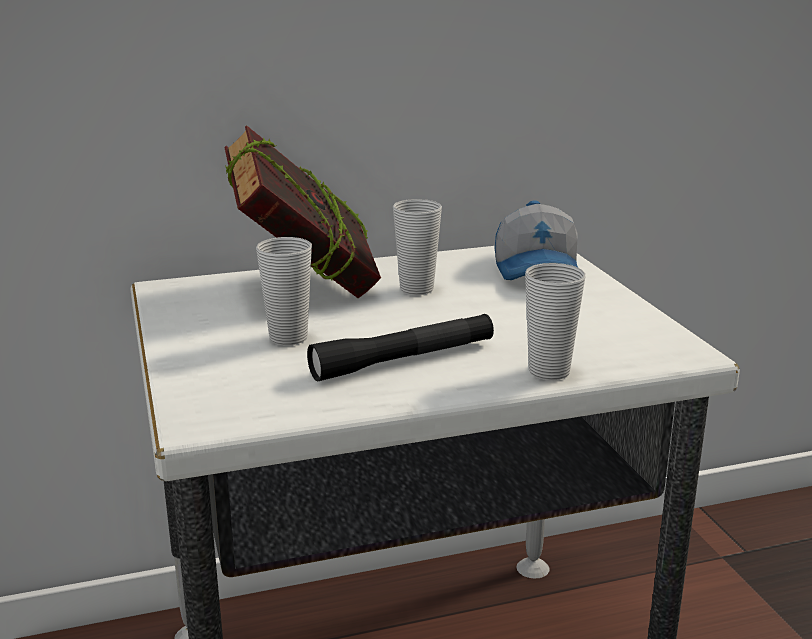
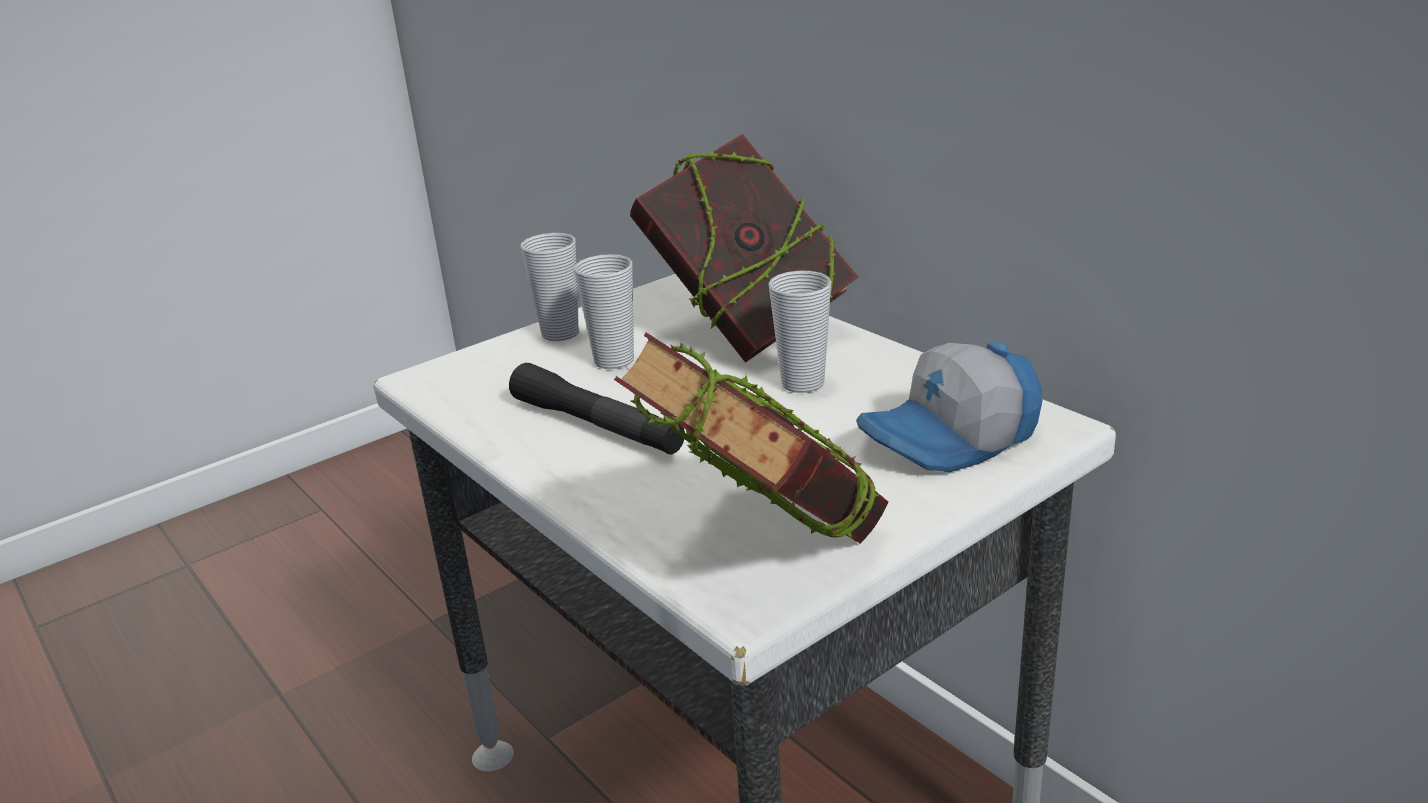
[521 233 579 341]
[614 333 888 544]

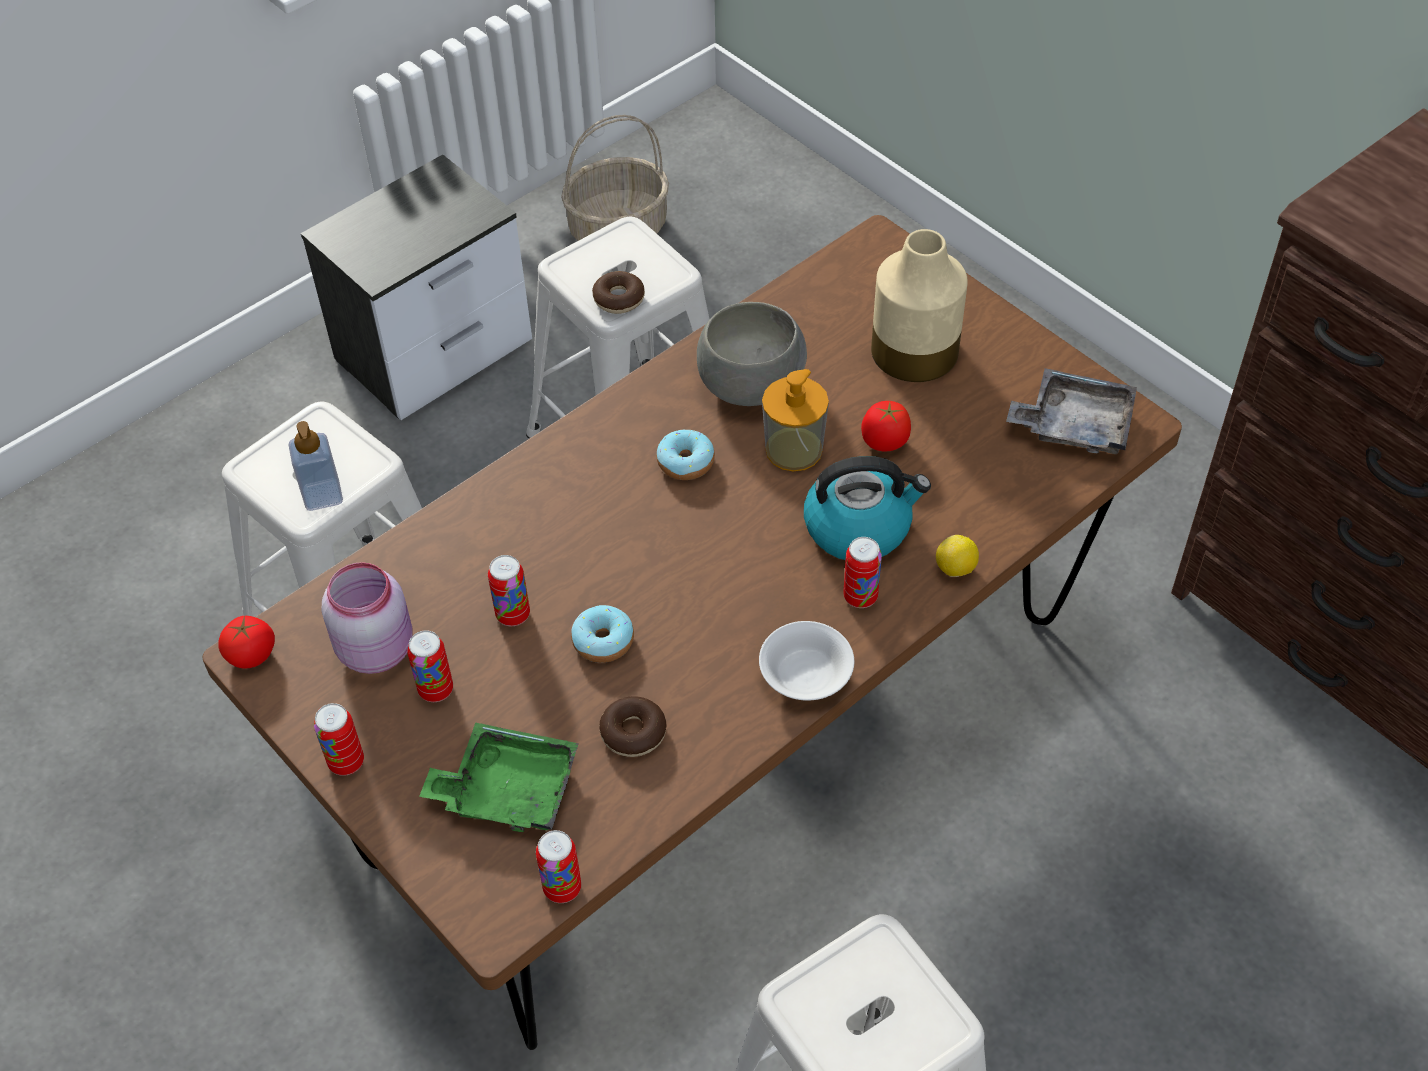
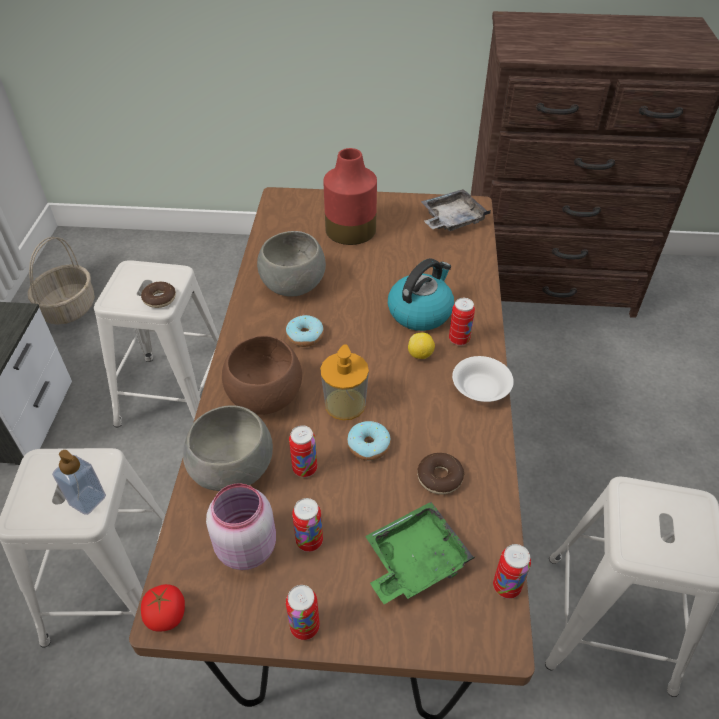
[320 345 369 420]
[861 401 911 452] (first image)
[323 148 377 245]
[408 332 435 359]
[183 405 273 491]
[222 335 302 414]

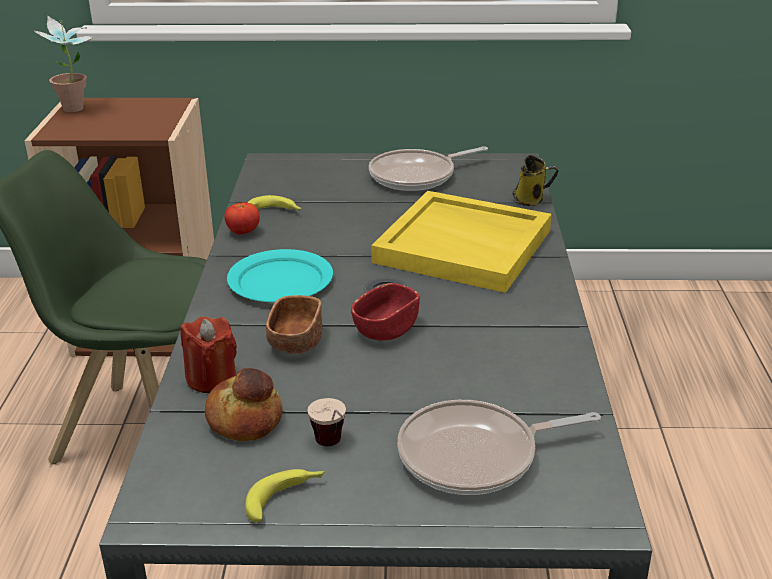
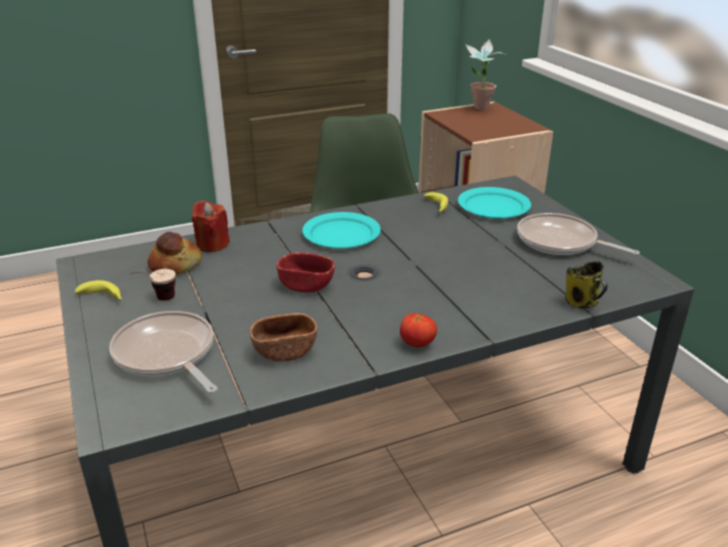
[400 314 437 347]
[250 313 317 362]
[371 191 552 293] (first image)
[458 187 531 219]

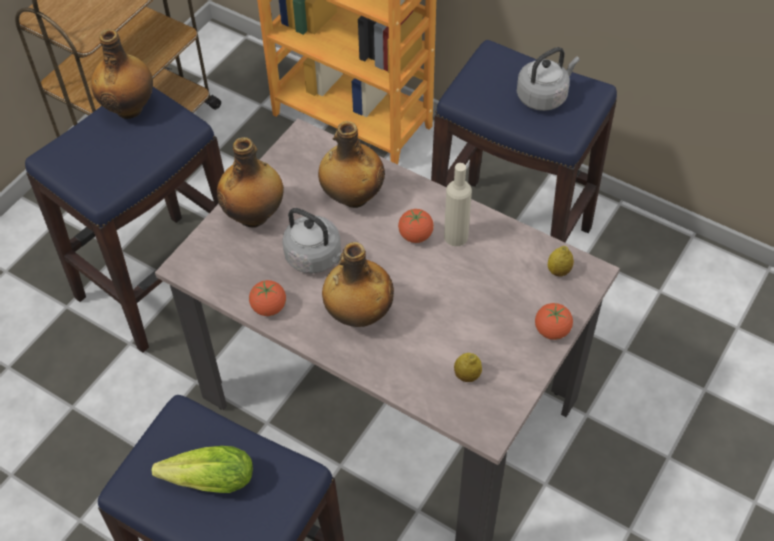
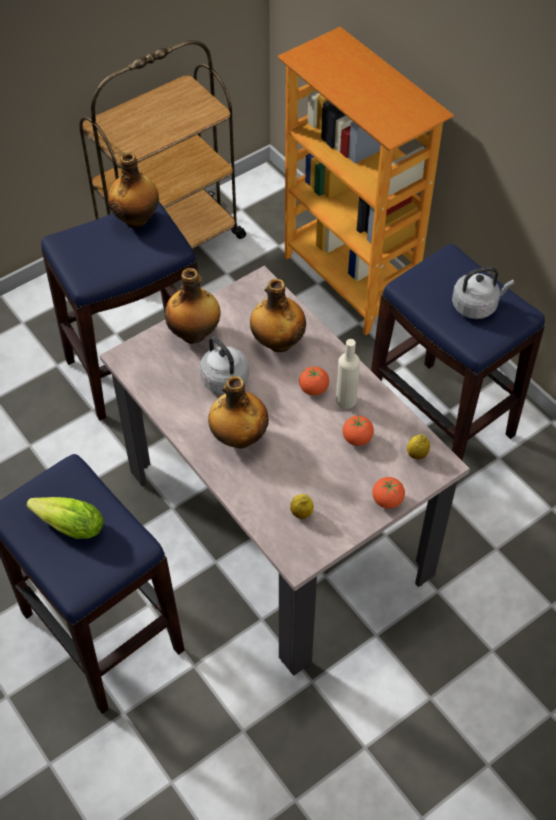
[343 416 374 446]

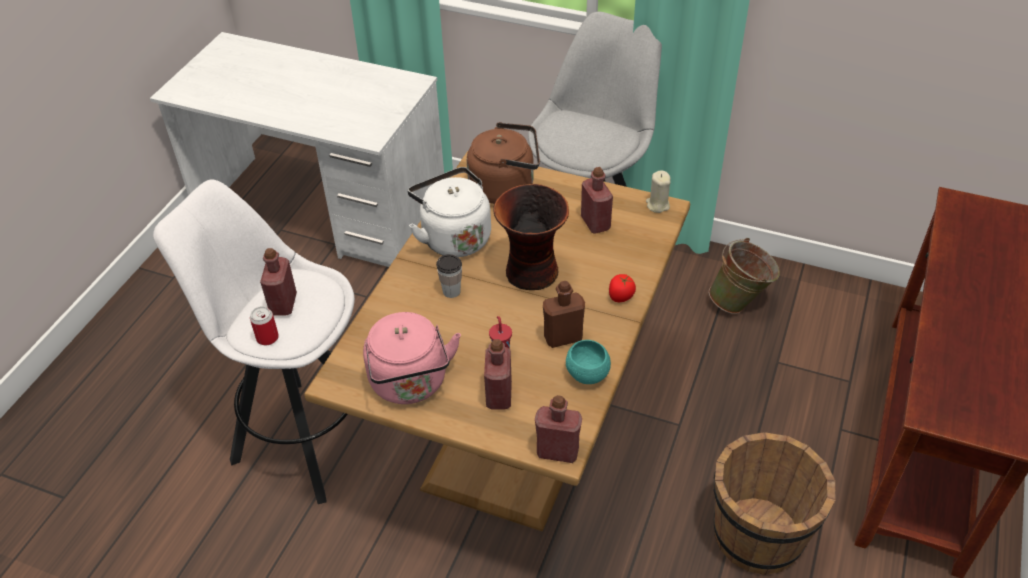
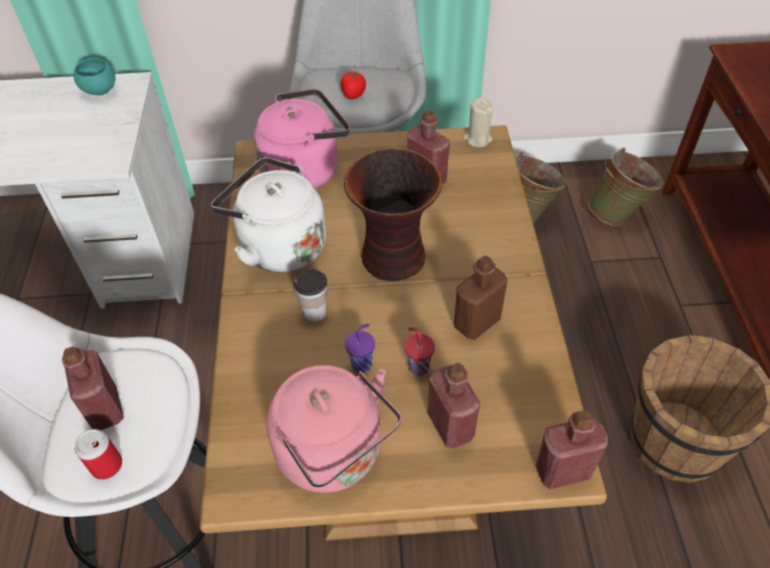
[254 89 350 189]
[73 58 115 95]
[340 72 366 99]
[345 324 375 373]
[589 148 663 226]

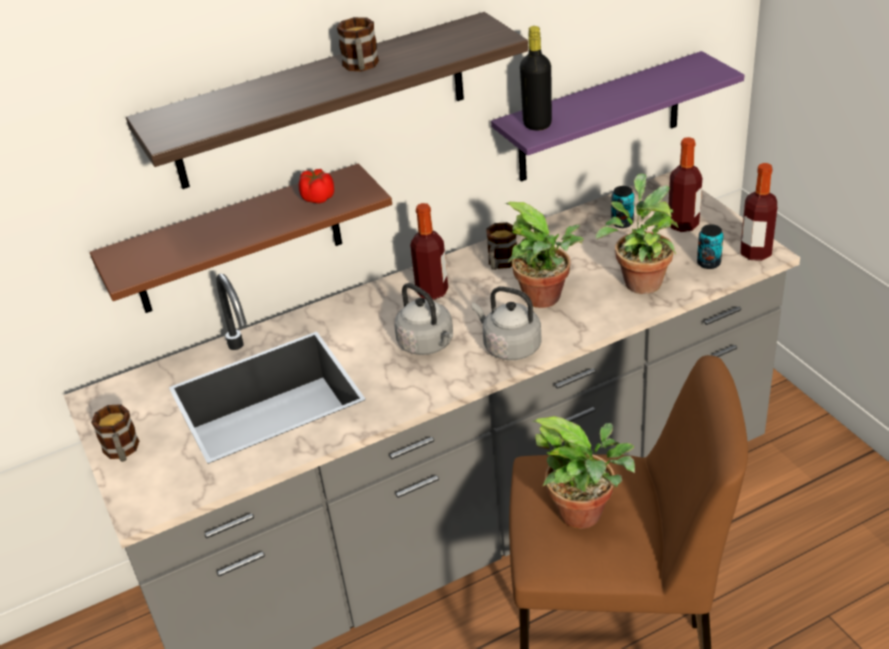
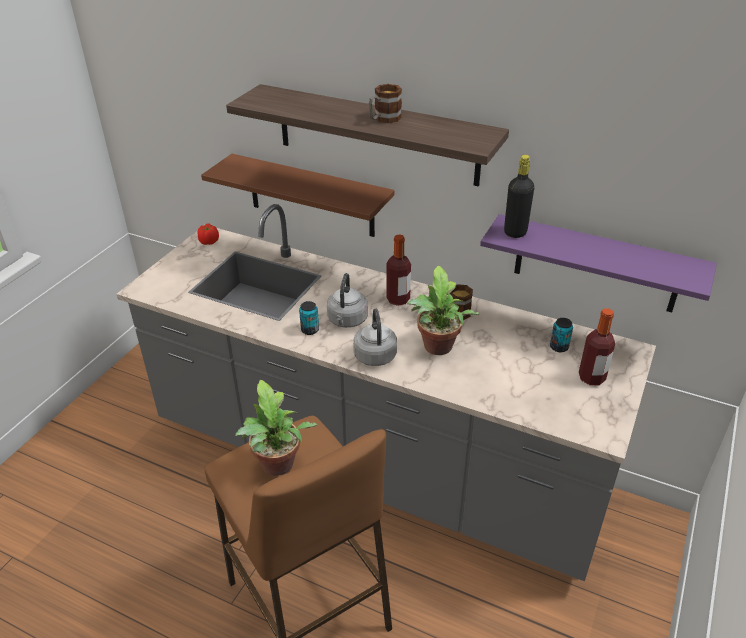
[91 404 139 462] (first image)
[197 224 219 245]
[595 173 679 294] (first image)
[299 301 319 335]
[740 163 777 261] (first image)

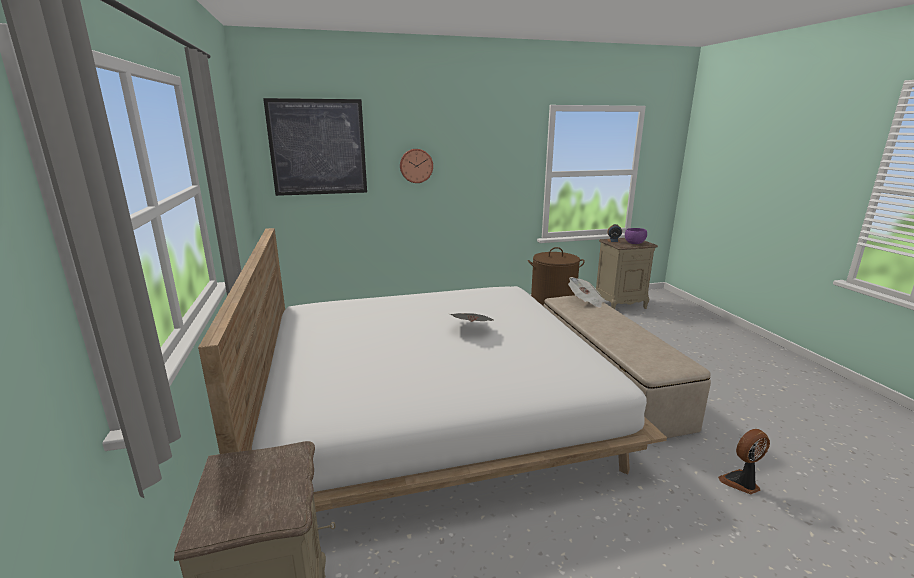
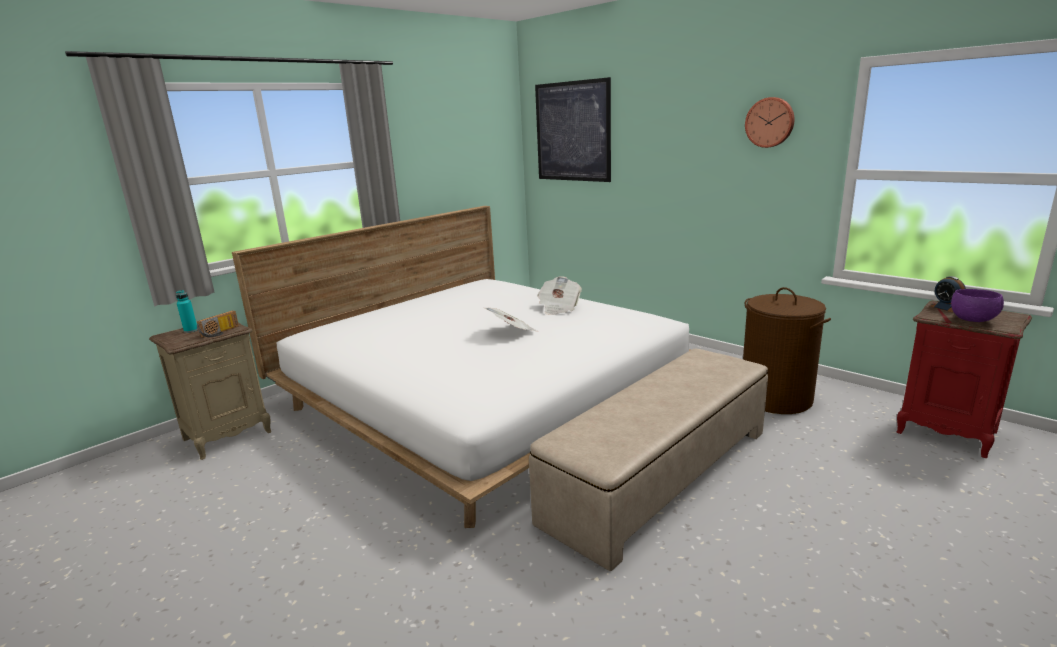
[745 97 794 148]
[537 276 582 315]
[897 300 1032 458]
[718 429 770 494] (first image)
[176 290 198 333]
[197 310 239 338]

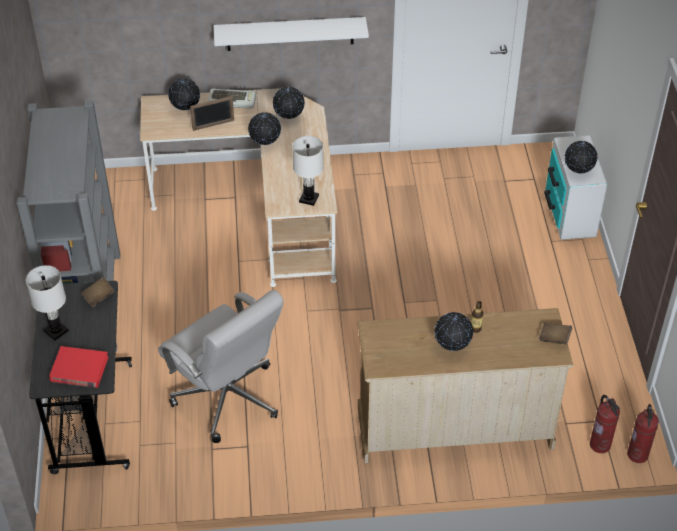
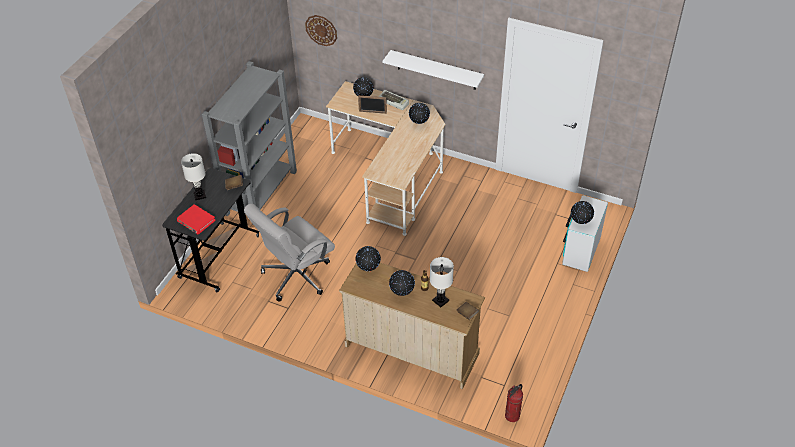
[244 203 335 302]
[356 246 381 271]
[430 257 454 307]
[590 395 620 453] (first image)
[305 15 337 46]

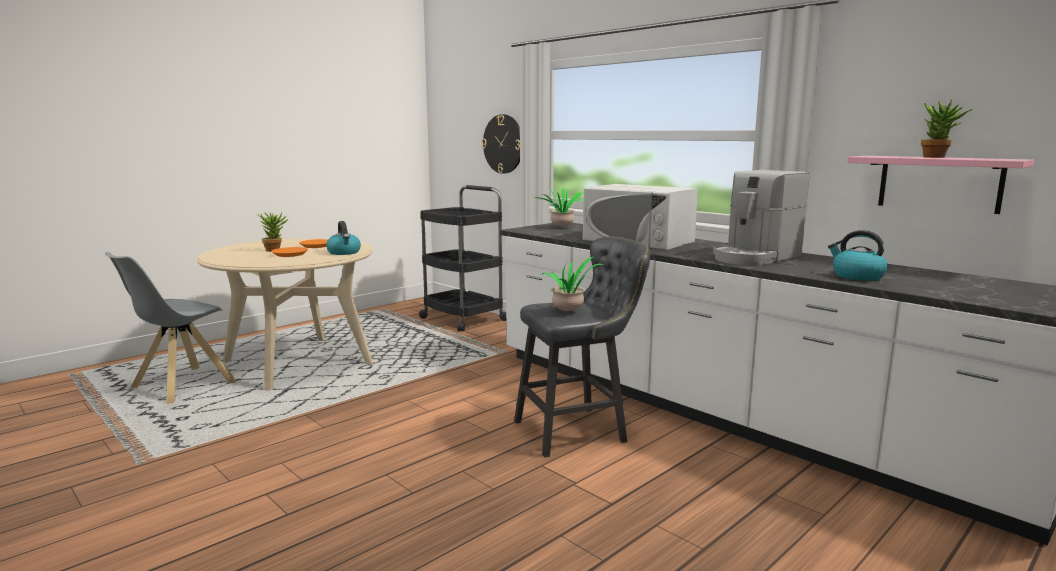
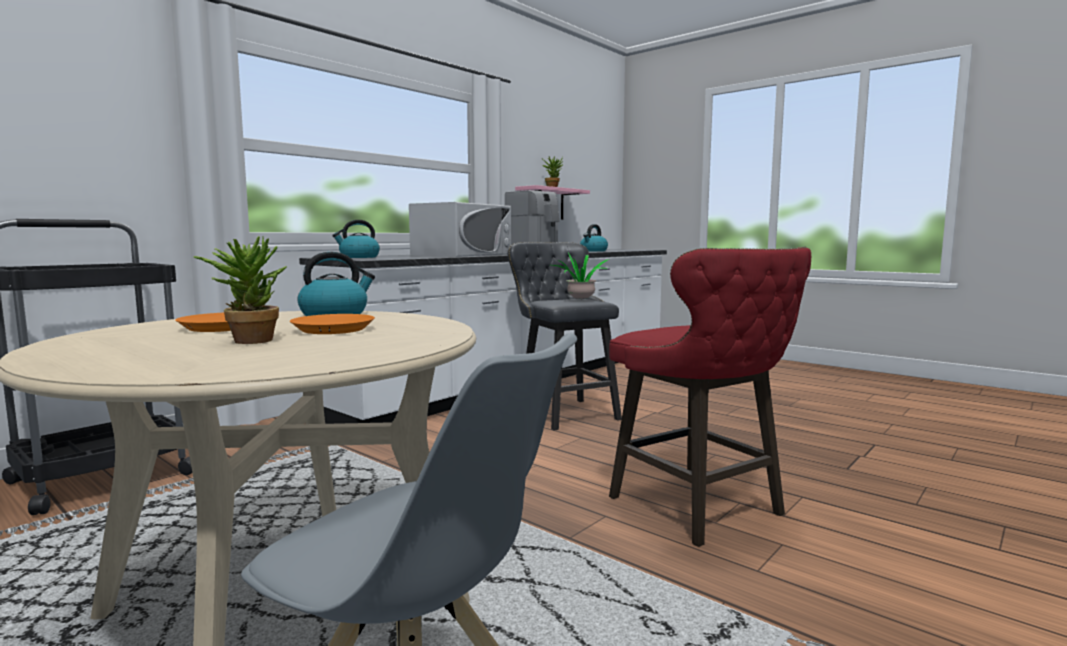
[482 114 520 174] (first image)
[332 220 380 258]
[609 246 811 547]

